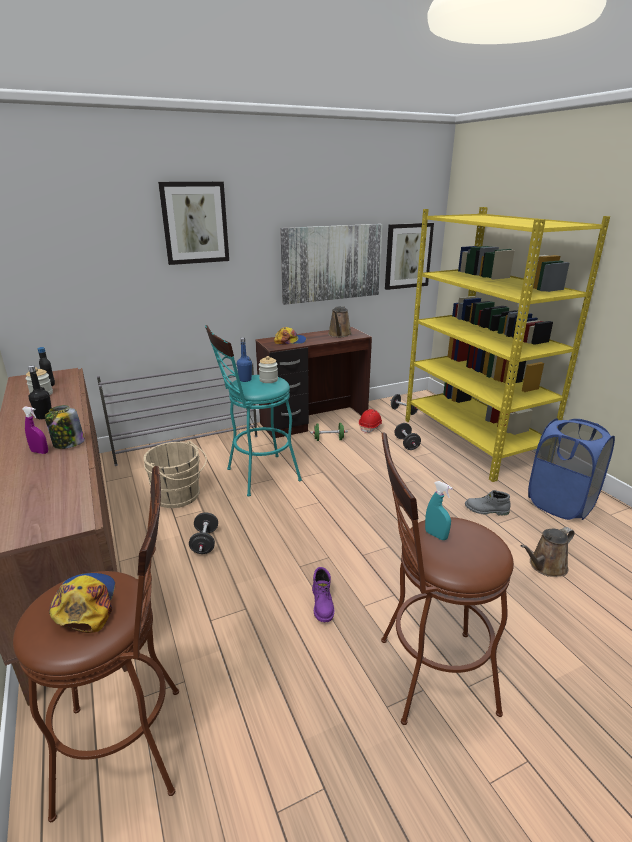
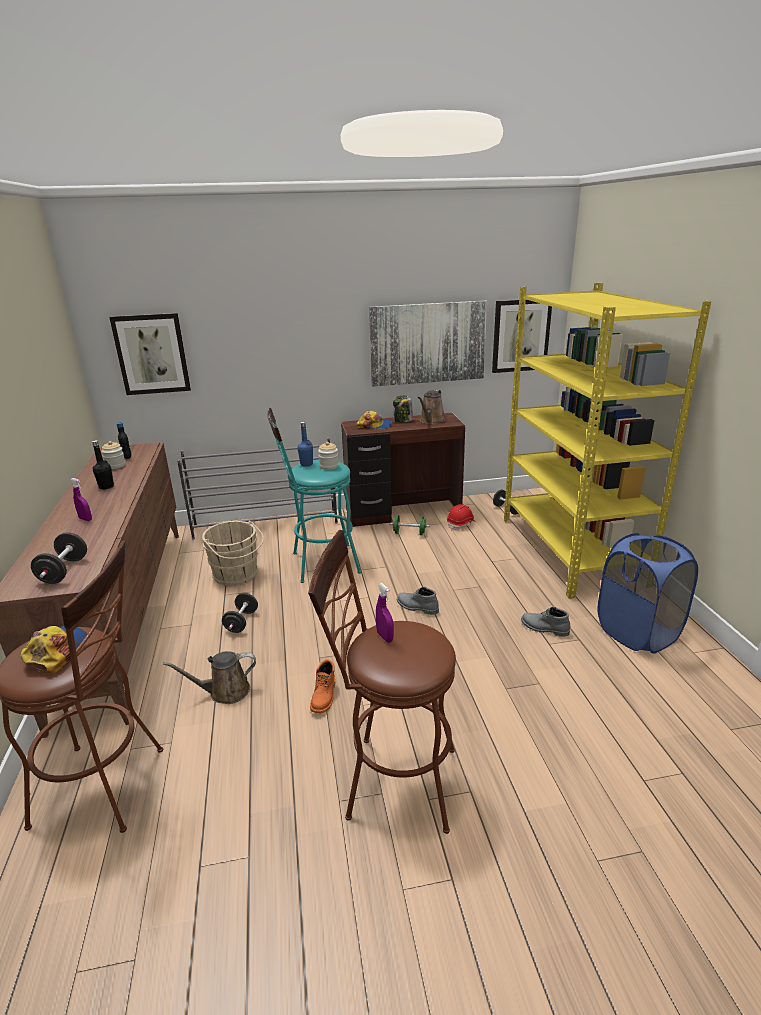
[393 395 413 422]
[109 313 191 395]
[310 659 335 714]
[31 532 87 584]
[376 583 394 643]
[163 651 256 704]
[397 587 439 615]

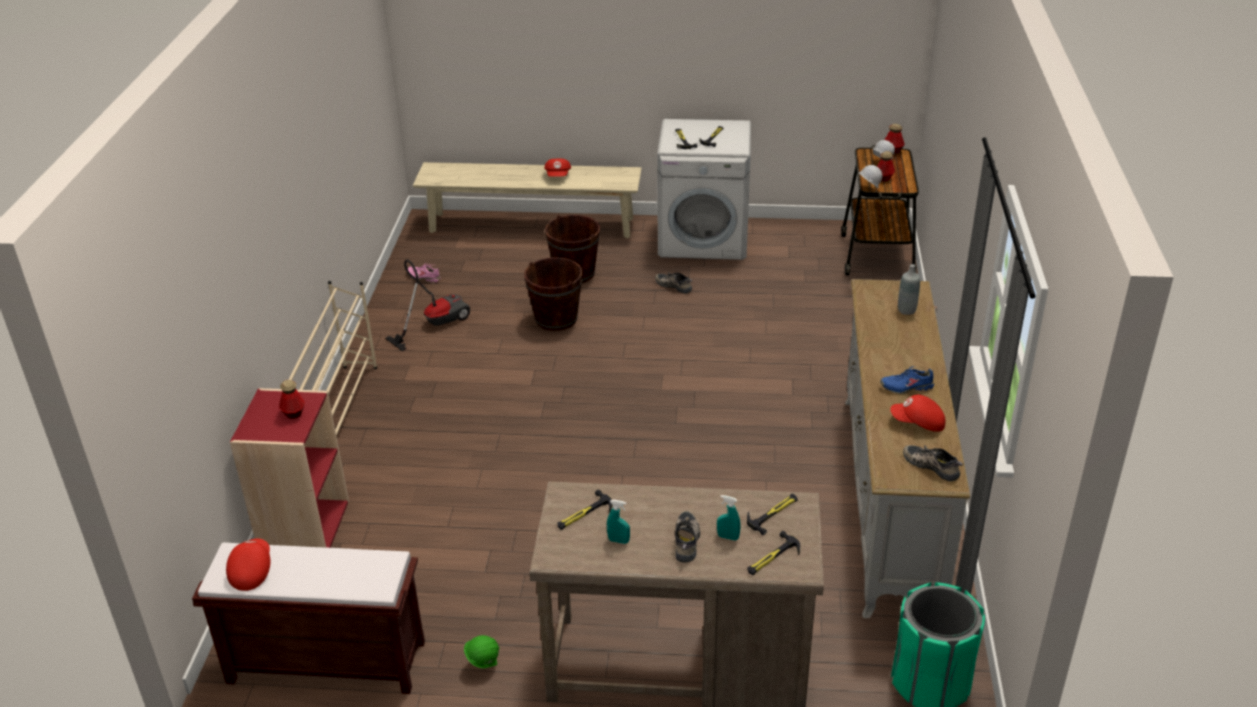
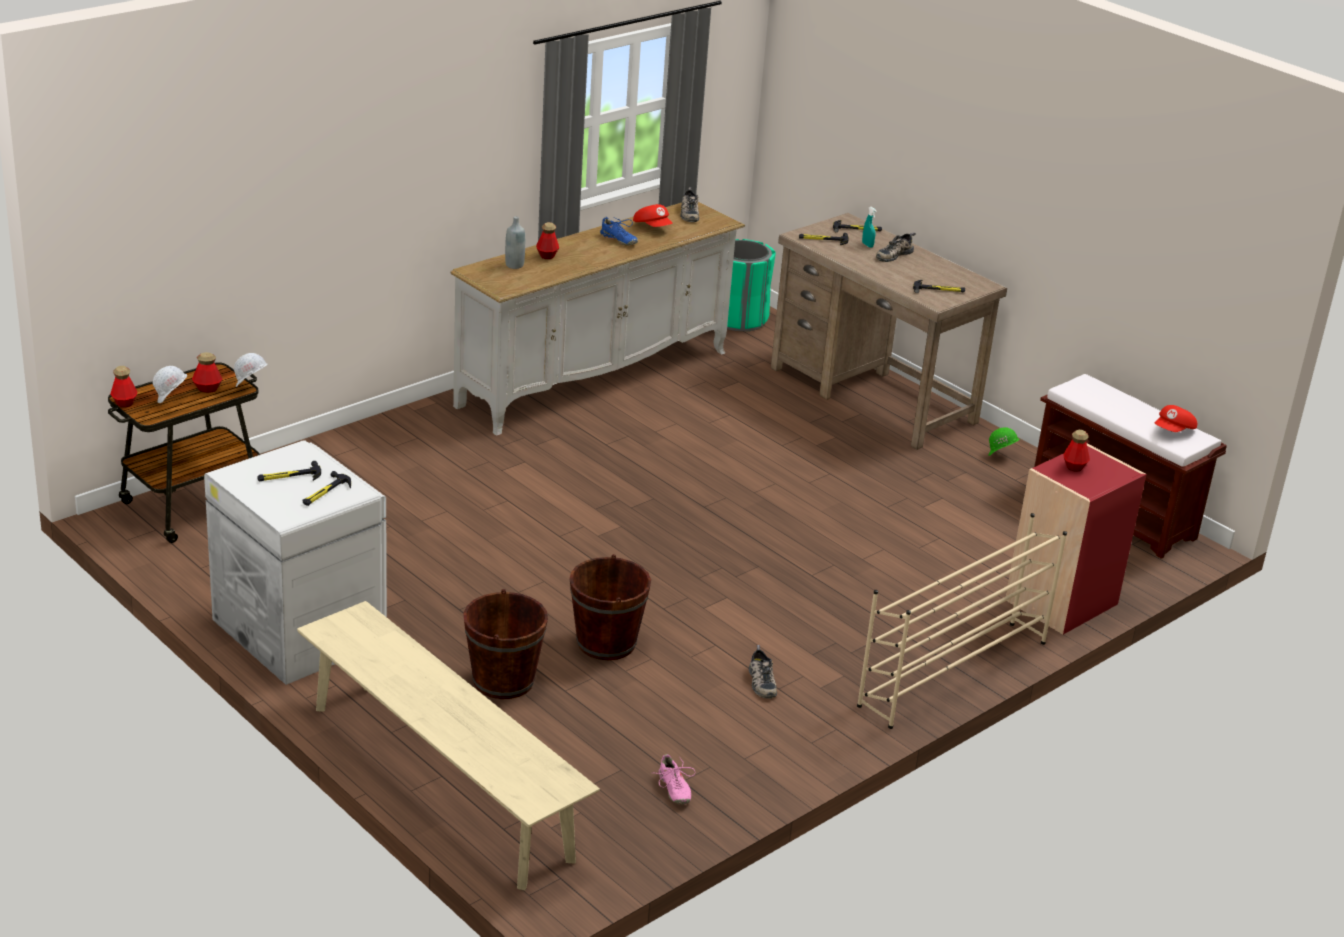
[385 259 470 351] (first image)
[544 159 571 177] (first image)
[607 500 630 544] (first image)
[749 645 777 699]
[536 222 559 259]

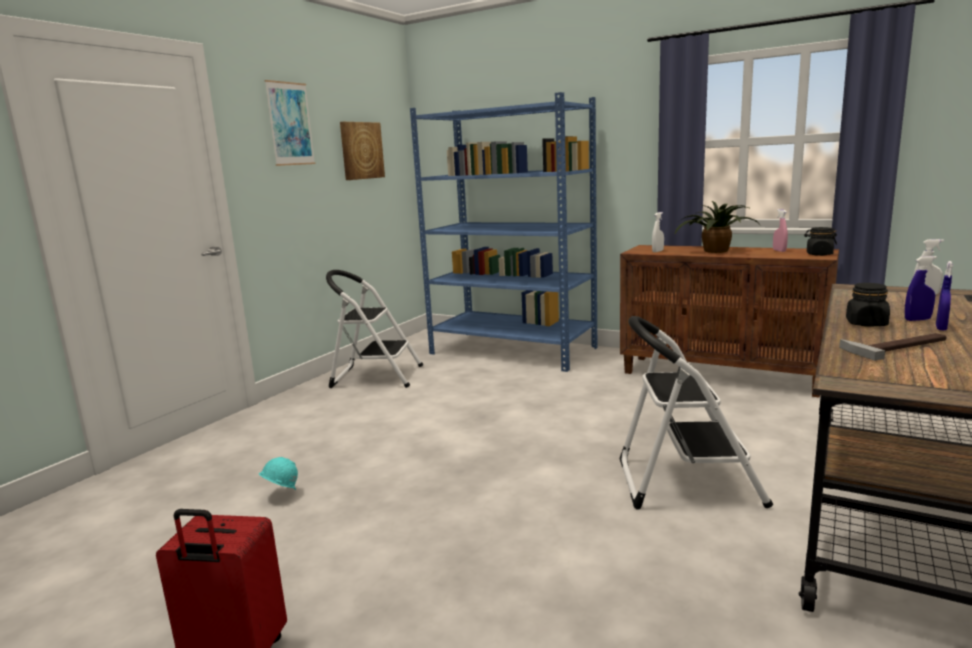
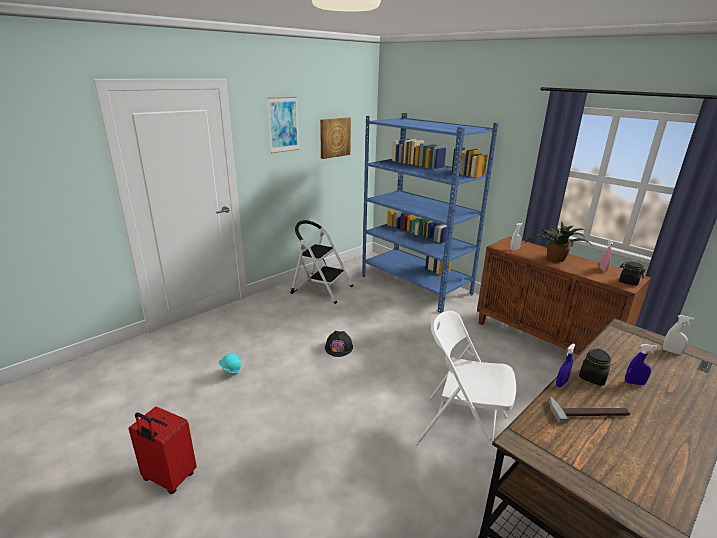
[416 311 516 470]
[556 344 575 387]
[325 331 353 357]

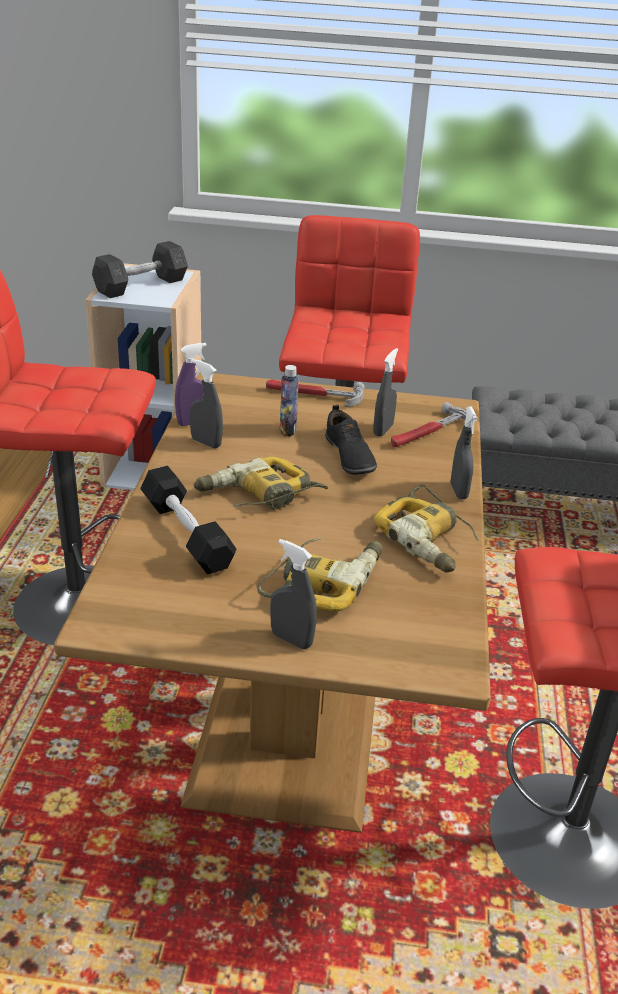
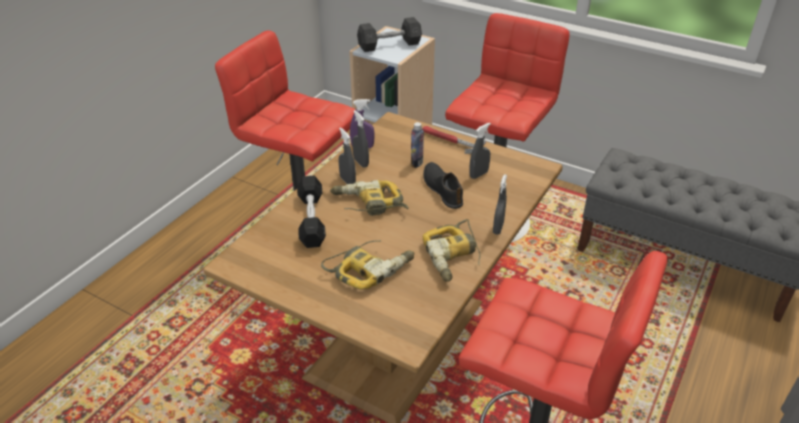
[338 127 356 184]
[423 162 463 209]
[391 402 466 447] (first image)

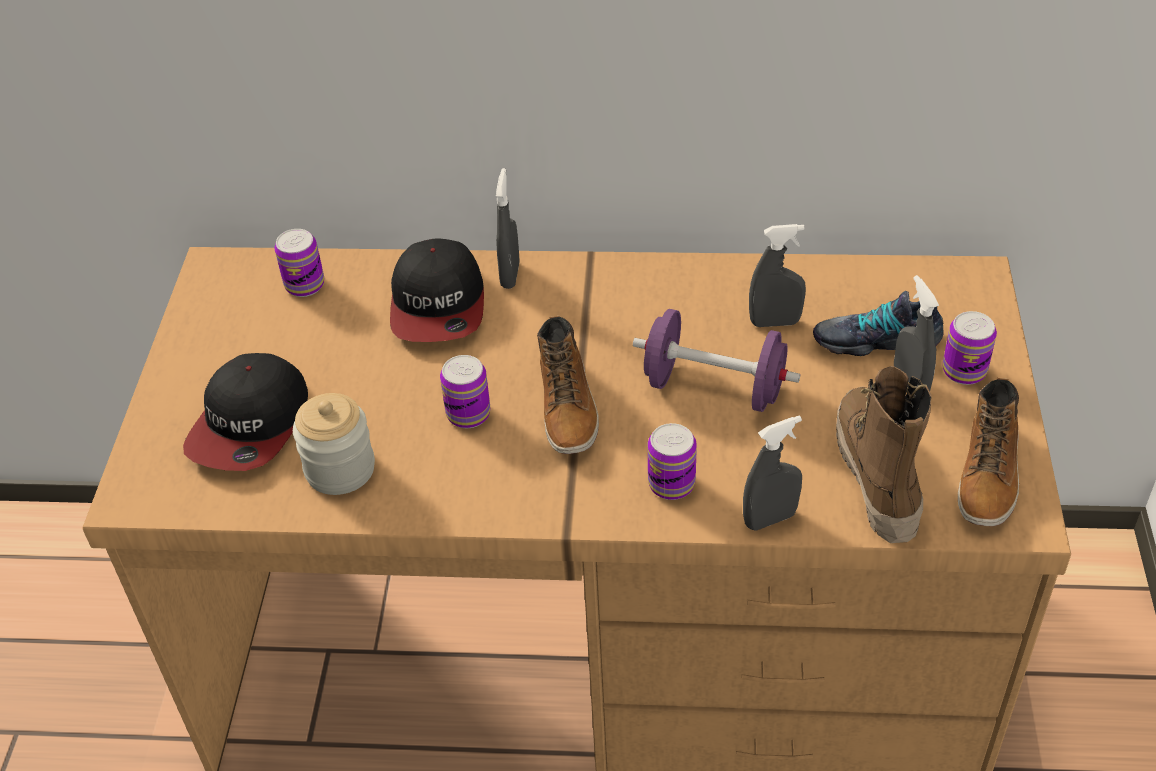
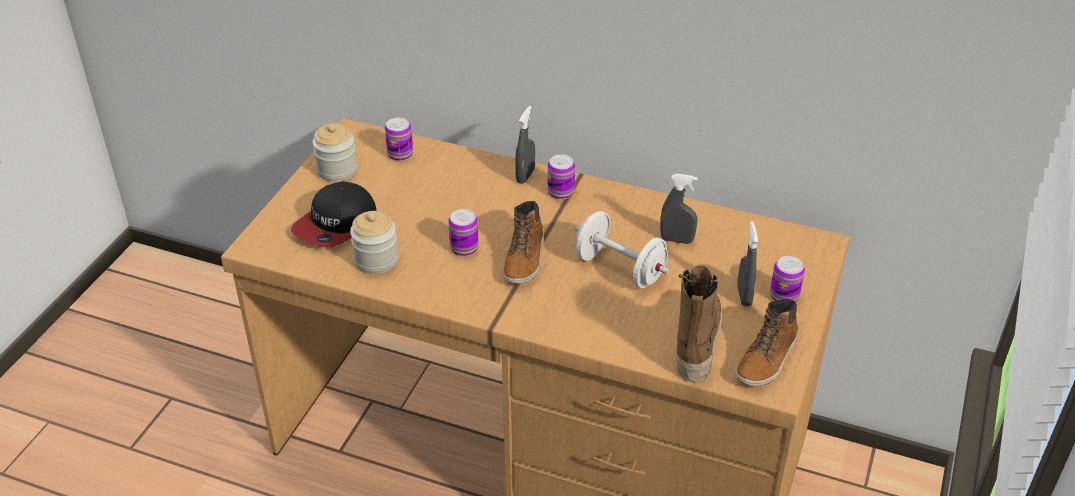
[390 238 484 342] (first image)
[575 211 670 288]
[548 154 575 200]
[743 416 802 530] (first image)
[813 291 944 356] (first image)
[312 123 357 182]

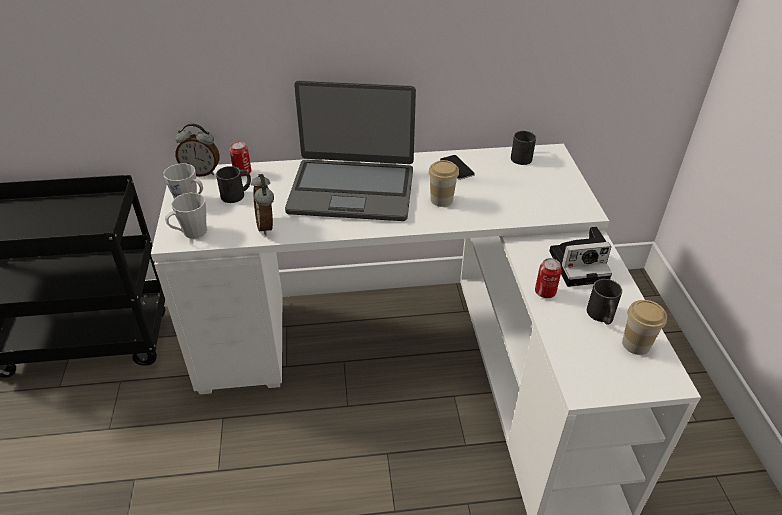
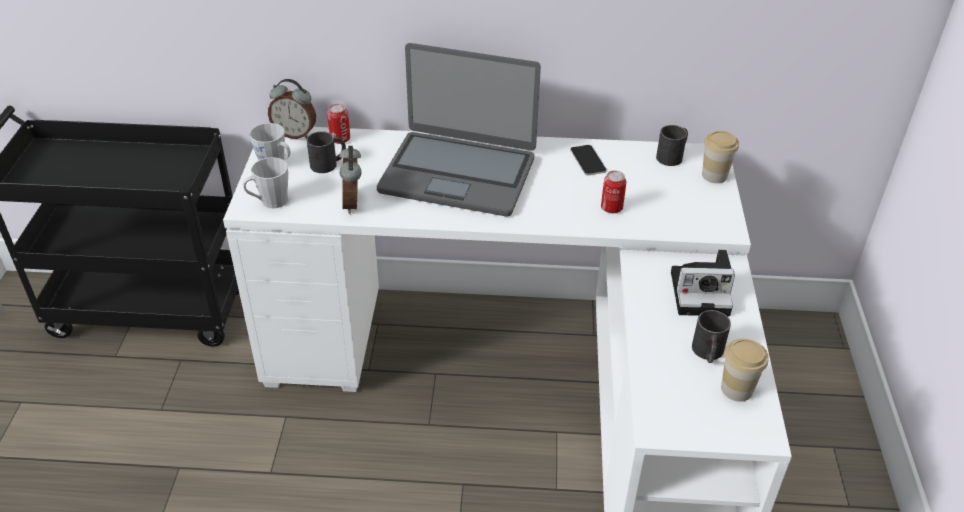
[702 131 739 183]
[601 170 626 213]

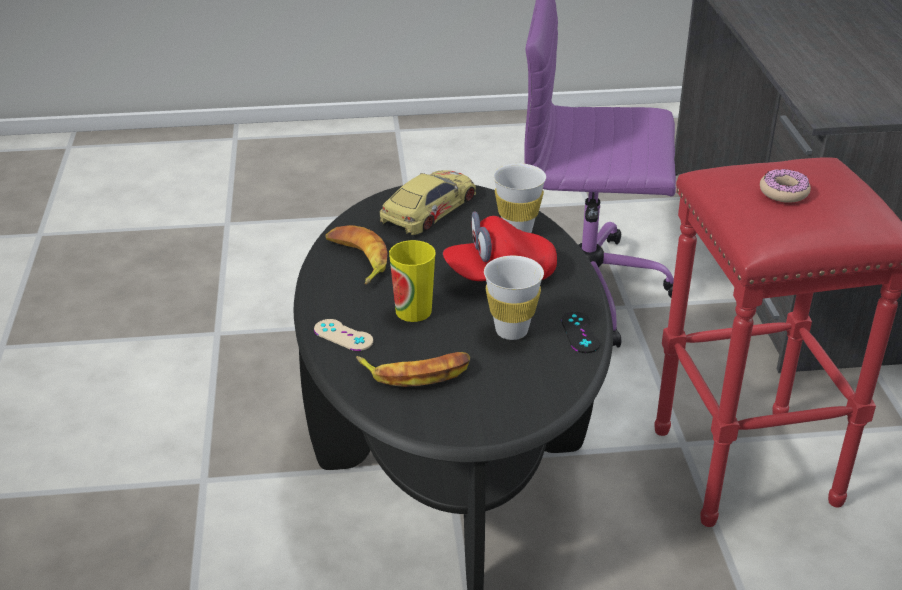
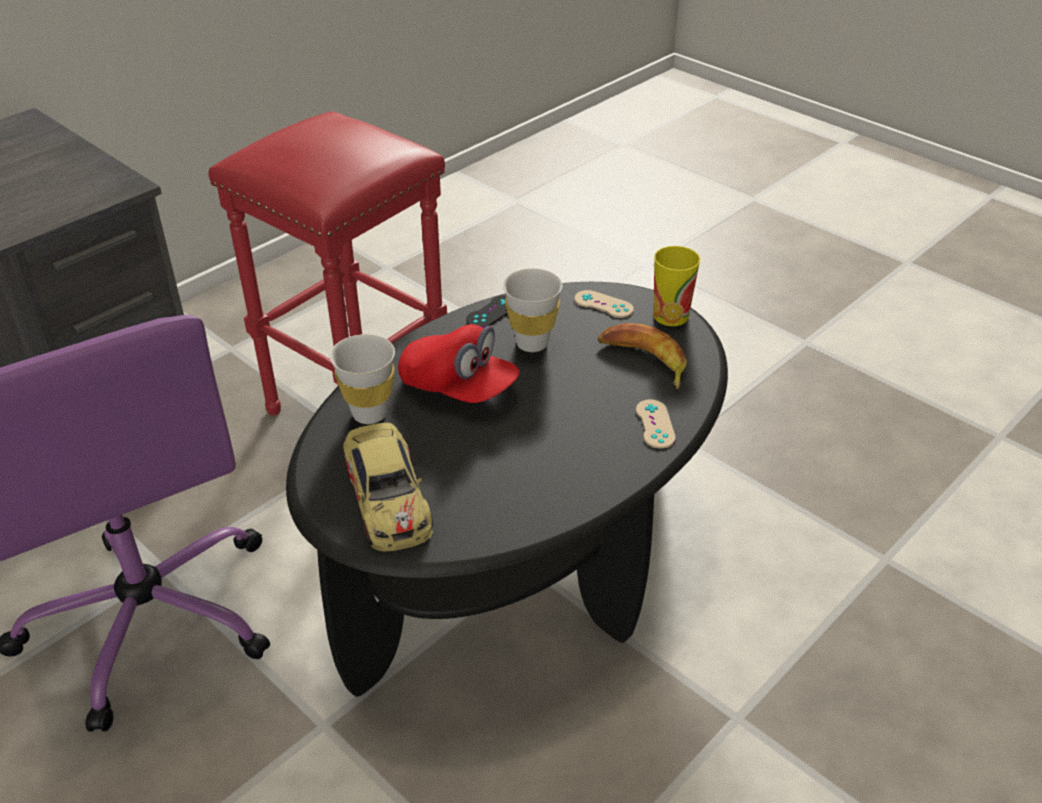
[325 225 387 285] (first image)
[343 423 433 552]
[653 246 700 326]
[760 169 811 203] (first image)
[575 290 634 318]

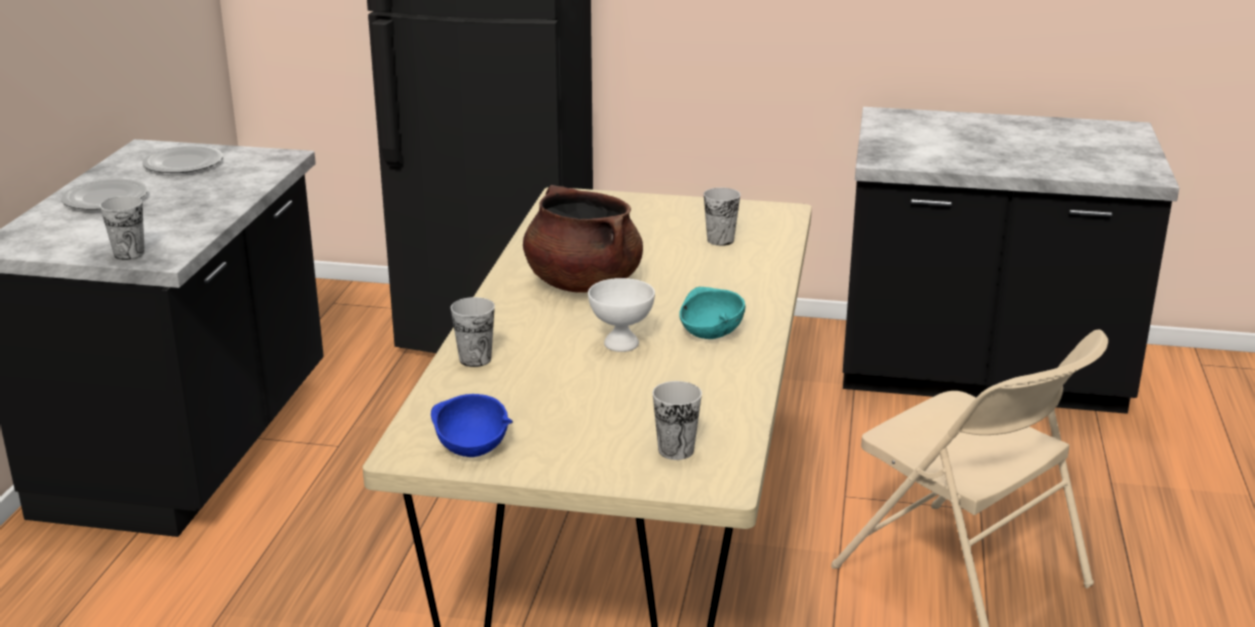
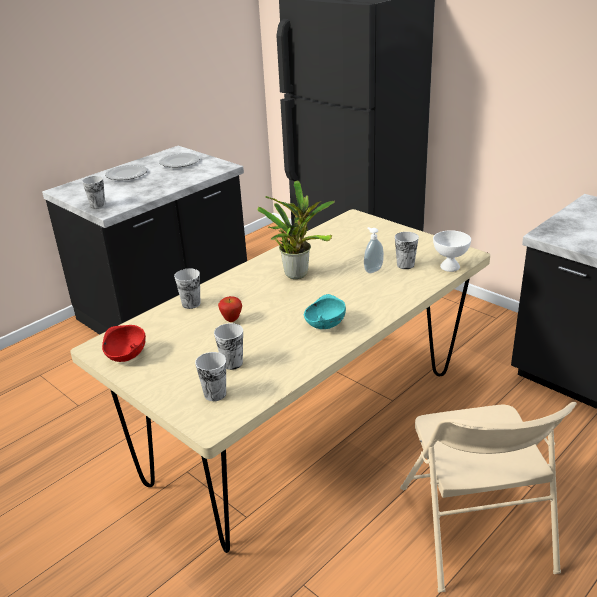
[102 325 146 362]
[257 180 335 279]
[433 230 471 272]
[214 323 243 370]
[218 296 242 322]
[364 227 384 273]

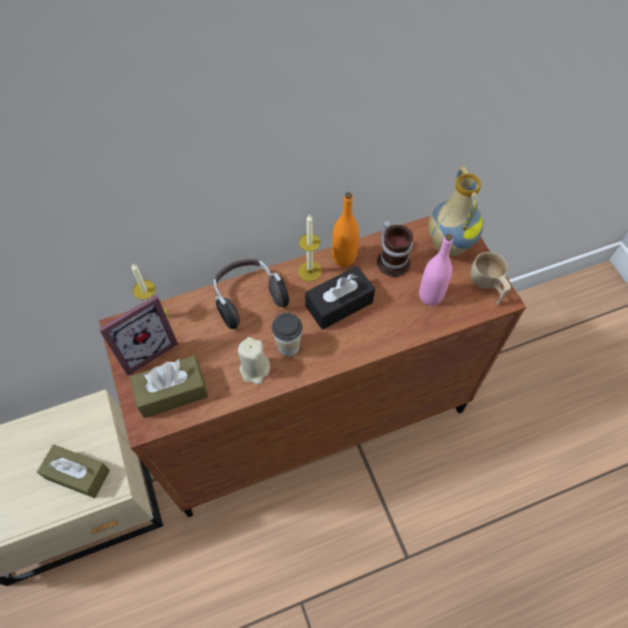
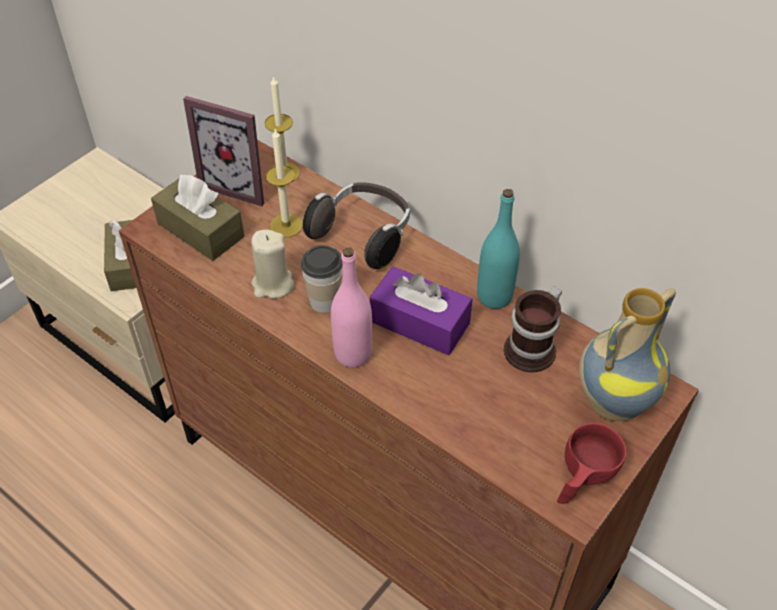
[266 129 303 238]
[370 266 472 355]
[477 189 520 309]
[331 247 372 368]
[557 423 626 504]

